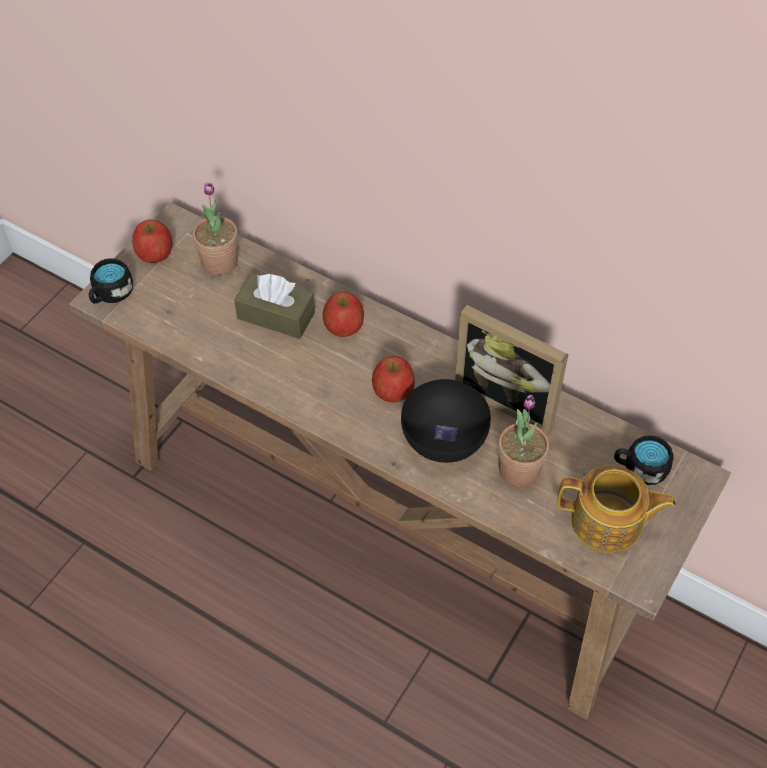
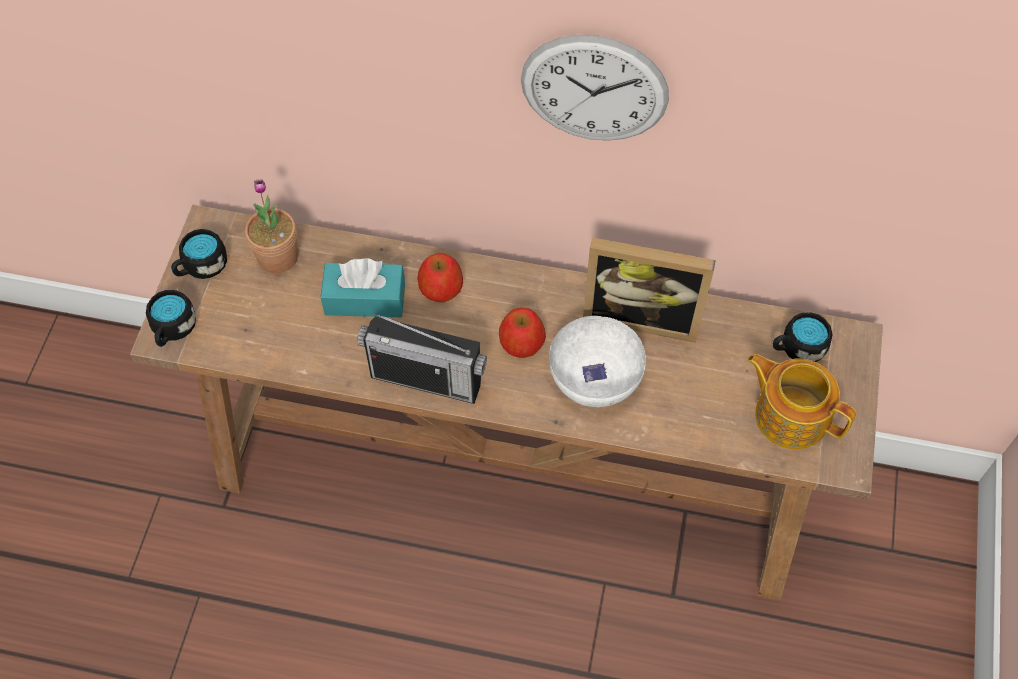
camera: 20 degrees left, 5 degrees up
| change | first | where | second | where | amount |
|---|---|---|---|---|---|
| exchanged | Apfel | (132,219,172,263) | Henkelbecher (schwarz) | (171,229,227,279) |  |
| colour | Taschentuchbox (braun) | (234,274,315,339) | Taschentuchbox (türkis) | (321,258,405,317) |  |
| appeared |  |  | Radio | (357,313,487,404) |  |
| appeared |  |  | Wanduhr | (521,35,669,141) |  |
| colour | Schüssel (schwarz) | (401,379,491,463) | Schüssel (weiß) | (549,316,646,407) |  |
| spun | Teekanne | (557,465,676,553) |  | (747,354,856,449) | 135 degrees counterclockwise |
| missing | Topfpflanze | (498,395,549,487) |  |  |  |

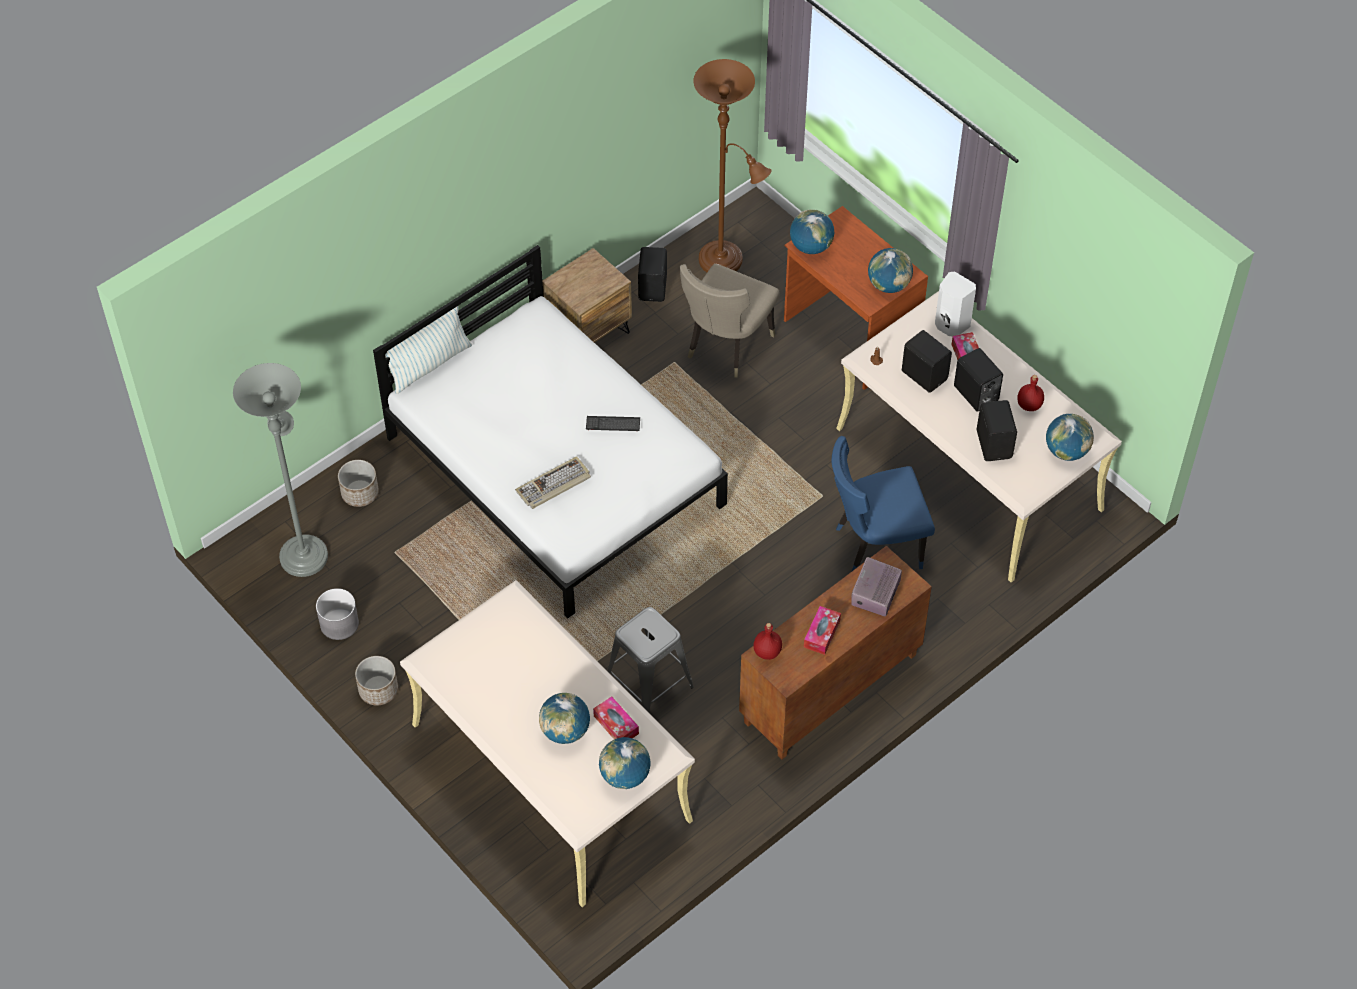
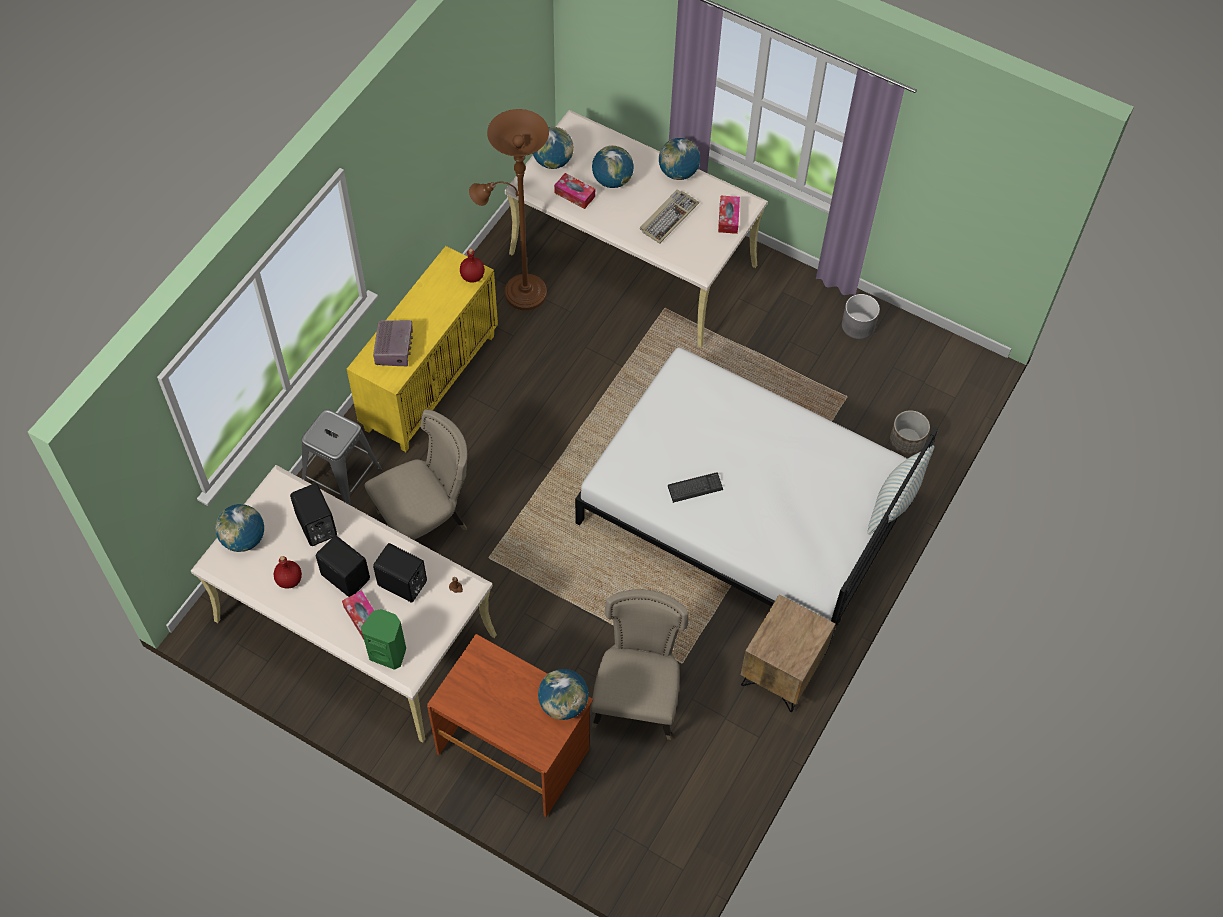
camera: 160 degrees right, 5 degrees up
| change | first | where | second | where | amount |
|---|---|---|---|---|---|
| relocated | Hocker (grau) | (608,607,694,713) |  | (301,409,382,505) |  |
| colour | Schrank (braun) | (739,546,932,759) | Schrank (gelb) | (347,246,498,452) |  |
| colour | Lautsprecher (weiß) | (935,272,976,336) | Lautsprecher (grün) | (361,609,406,670) |  |
| colour | Stuhl (blau) | (831,436,935,571) | Stuhl (beige) | (365,409,467,540) |  |
| relocated | Stehlampe (braun) | (693,59,772,272) |  | (469,109,549,310) |  |
| relocated | Tastatur | (515,456,591,509) |  | (640,190,699,244) |  |
| relocated | Globus | (868,248,913,293) |  | (659,138,700,180) |  |
| relocated | Taschentuchbox | (804,606,841,655) |  | (718,196,740,234) |  |
| missing | Stehlampe (grau) | (233,363,328,577) |  |  |  |
| missing | Pflanzkübel | (355,656,398,705) |  |  |  |
| missing | Lautsprecher (schwarz) | (638,247,667,302) |  |  |  |

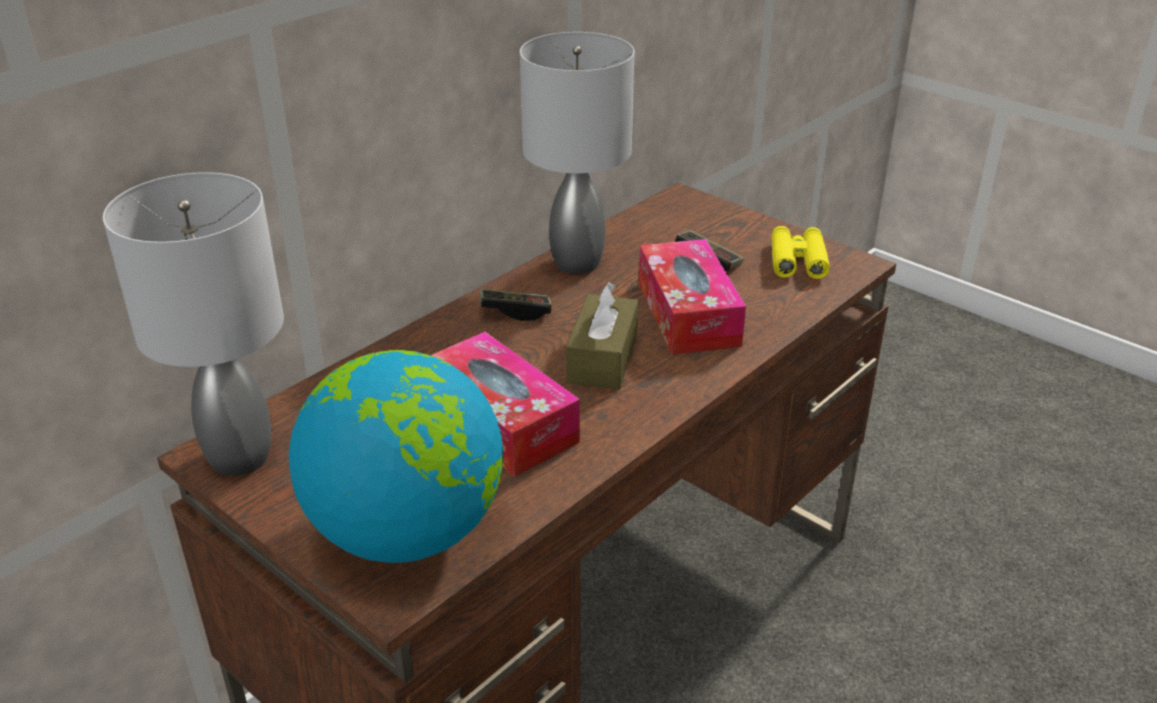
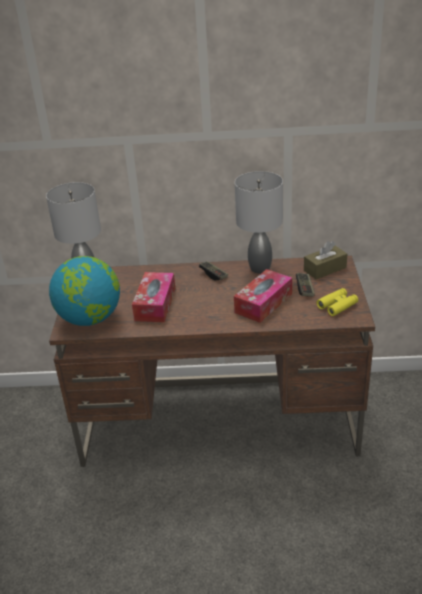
camera: 50 degrees right, 0 degrees up
| change | first | where | second | where | amount |
|---|---|---|---|---|---|
| relocated | Taschentuchbox (braun) | (566,282,638,390) |  | (304,241,347,279) |  |

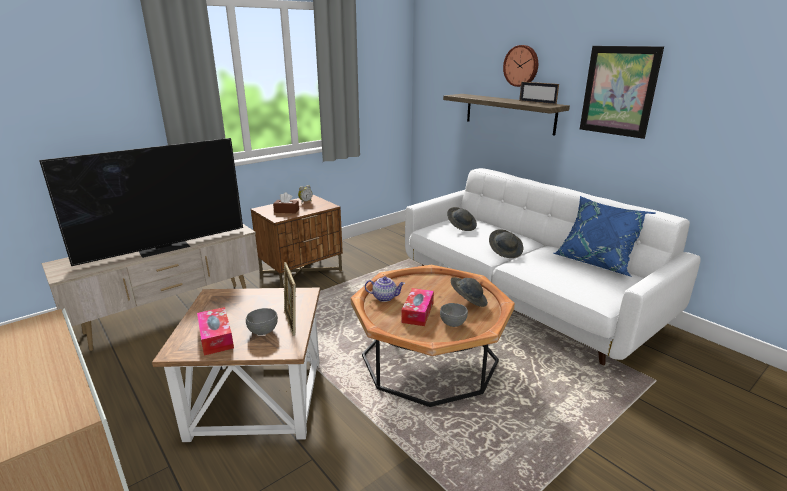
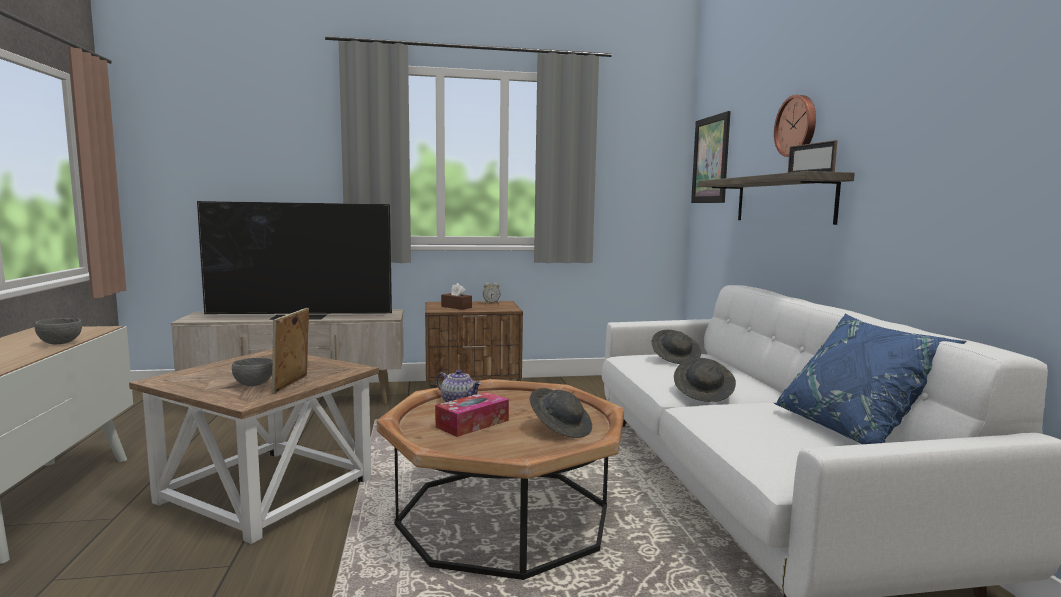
camera: 30 degrees right, 15 degrees down
| change | first | where | second | where | amount |
|---|---|---|---|---|---|
| relocated | Schüssel (grau) | (440,303,468,327) |  | (35,318,82,344) |  |
| relocated | Bild | (580,46,664,139) |  | (691,111,731,203) |  |
| missing | Taschentuchbox | (197,307,234,356) |  |  |  |

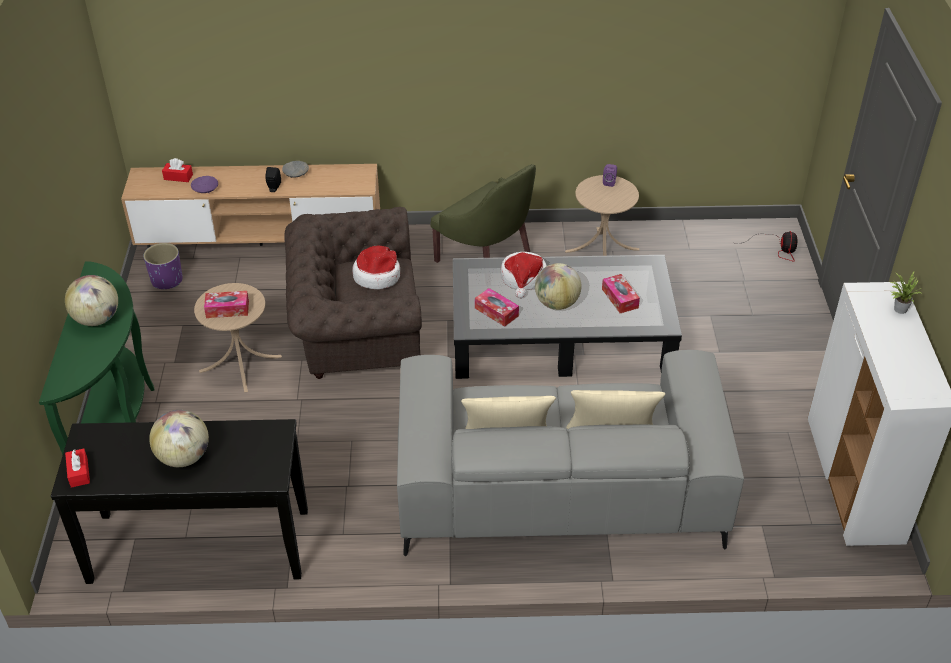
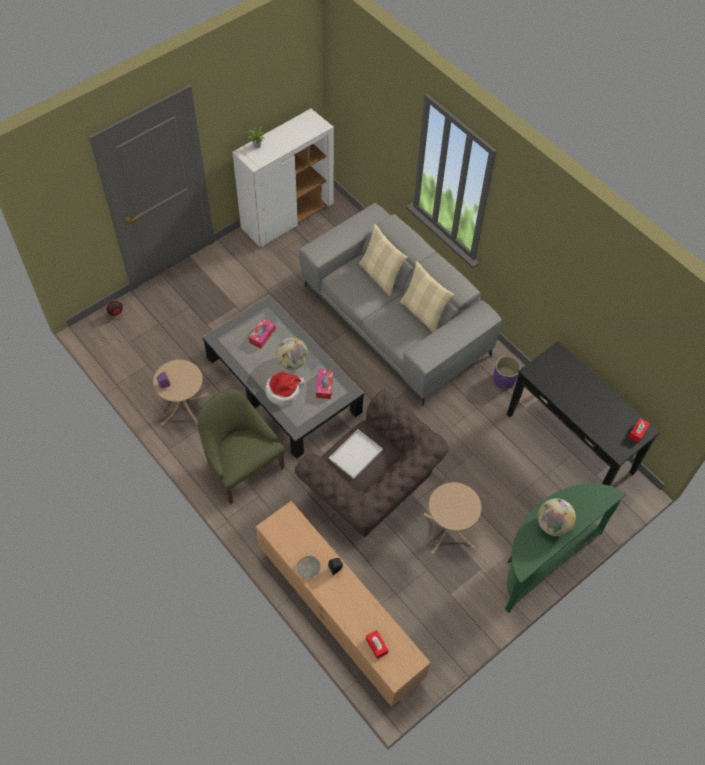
camera: 130 degrees left, 15 degrees up
| change | first | where | second | where | amount |
|---|---|---|---|---|---|
| spun | Sessel (grün) | (430,164,536,263) |  | (197,389,285,505) | 45 degrees counterclockwise |
| exchanged | Hut | (352,246,400,289) | Tablett (weiß) | (329,430,383,479) |  |
| relocated | Pflanzkübel (lila) | (143,243,183,289) |  | (493,356,521,389) |  |
| missing | Globus | (149,410,209,467) |  |  |  |
| missing | Schüssel (lila) | (191,176,218,193) |  |  |  |
| missing | Taschentuchbox | (204,291,249,318) |  |  |  |

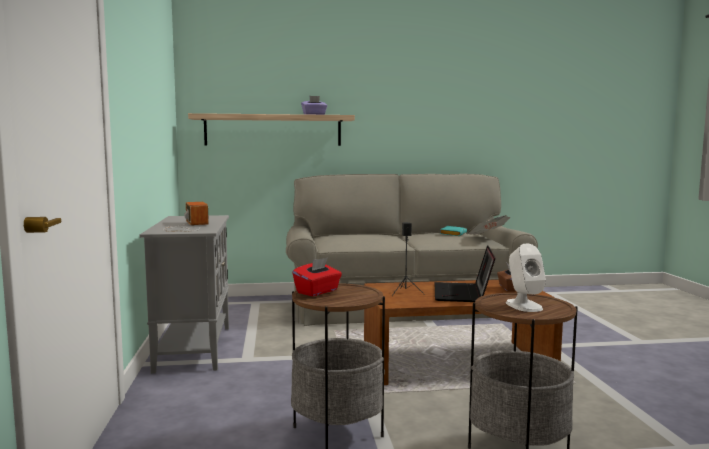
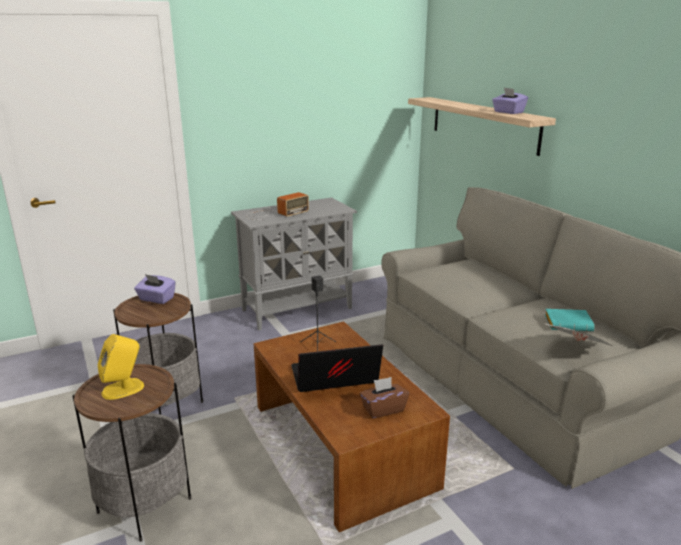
camera: 70 degrees right, 15 degrees up
| change | first | where | second | where | amount |
|---|---|---|---|---|---|
| colour | Lautsprecher (weiß) | (506,243,546,312) | Lautsprecher (gelb) | (98,334,144,400) |  |
| colour | Taschentuchbox (rot) | (292,257,342,296) | Taschentuchbox (lila) | (134,274,176,304) |  |

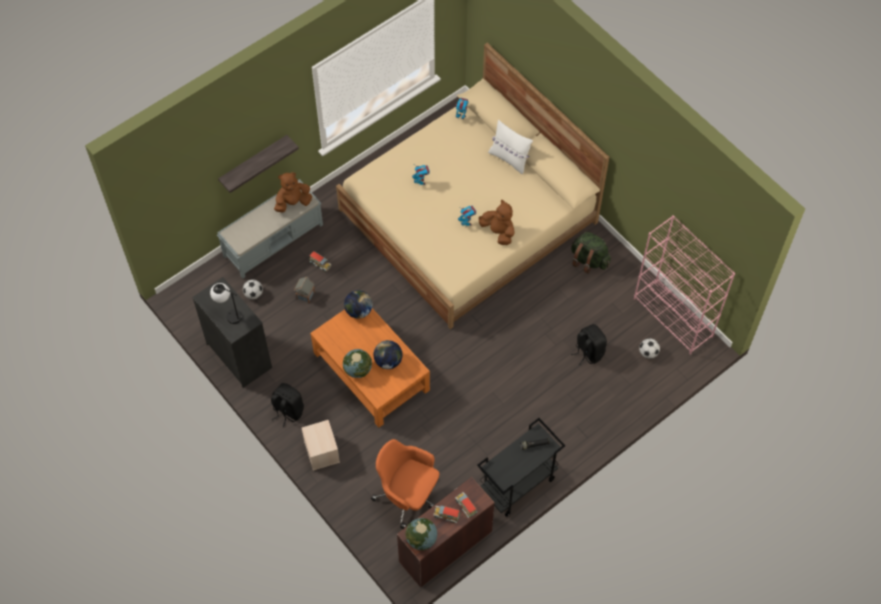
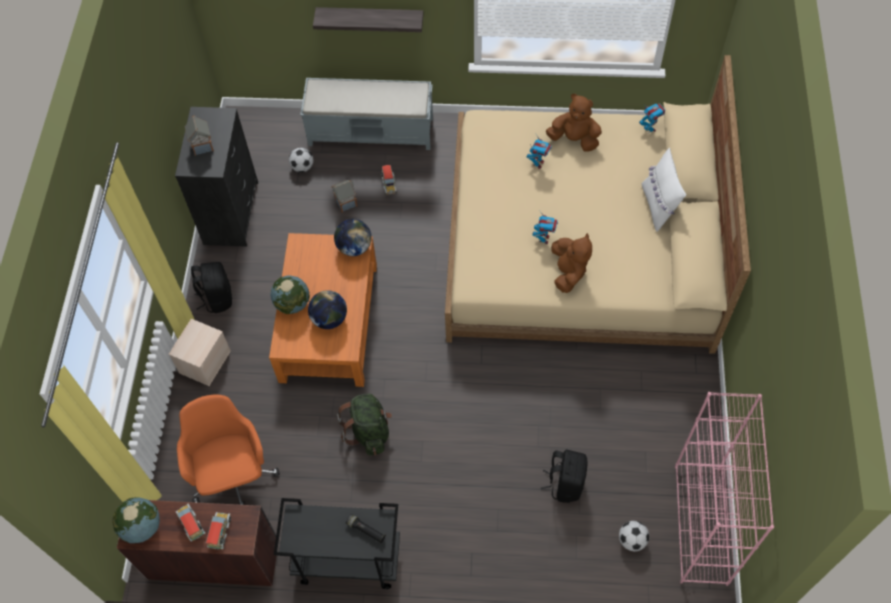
camera: 45 degrees right, 0 degrees up
| change | first | where | second | where | amount |
|---|---|---|---|---|---|
| exchanged | Tischlampe | (210,283,242,324) | Spielzeughaus | (185,115,214,156) |  |
| relocated | Rucksack (grün) | (571,232,611,274) |  | (337,393,392,456) |  |
| relocated | Plüschtier (braun) | (274,172,312,213) |  | (546,94,602,152) |  |

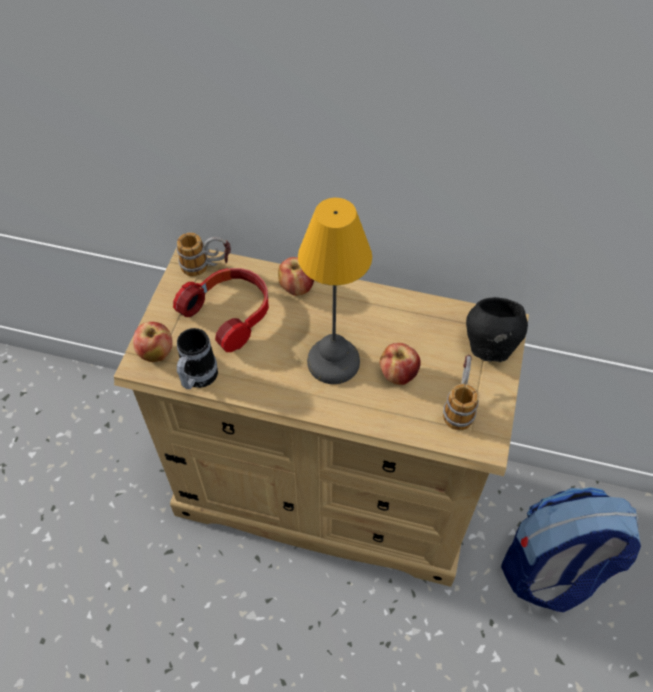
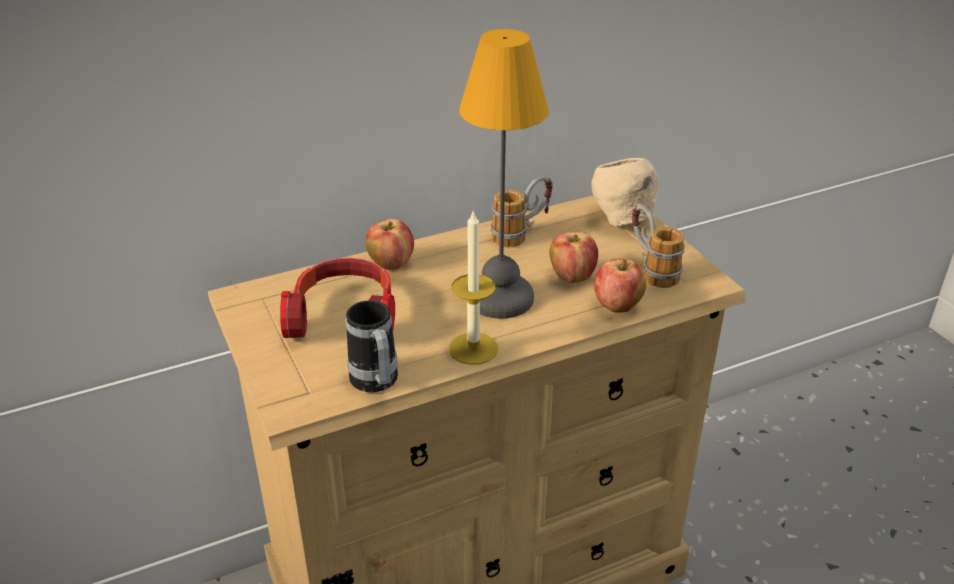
camera: 40 degrees left, 20 degrees down
| change | first | where | second | where | amount |
|---|---|---|---|---|---|
| appeared |  |  | Kerze | (449,209,498,365) |  |
| relocated | Henkelbecher | (177,232,231,277) |  | (491,176,553,247) |  |
| colour | Schüssel (schwarz) | (466,297,528,362) | Schüssel (beige) | (591,158,659,228) |  |
| relocated | Apfel | (133,322,173,362) |  | (594,258,646,313) |  |
| missing | Rucksack | (501,487,641,612) |  |  |  |

